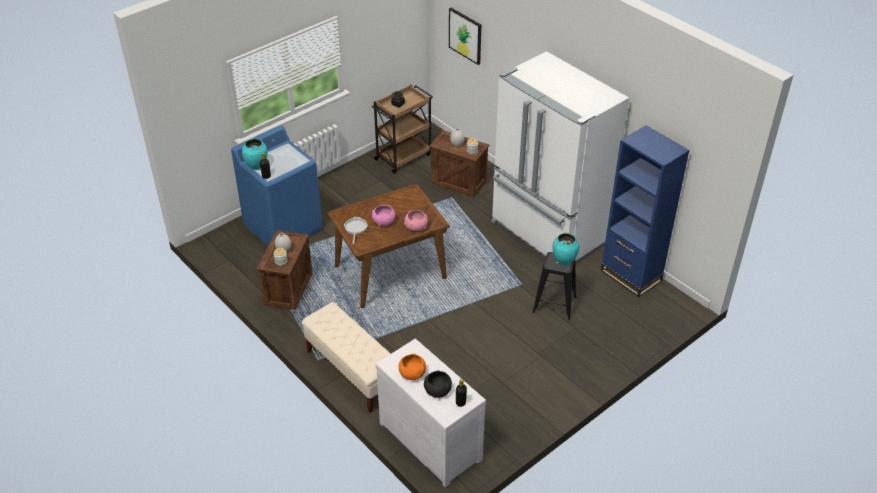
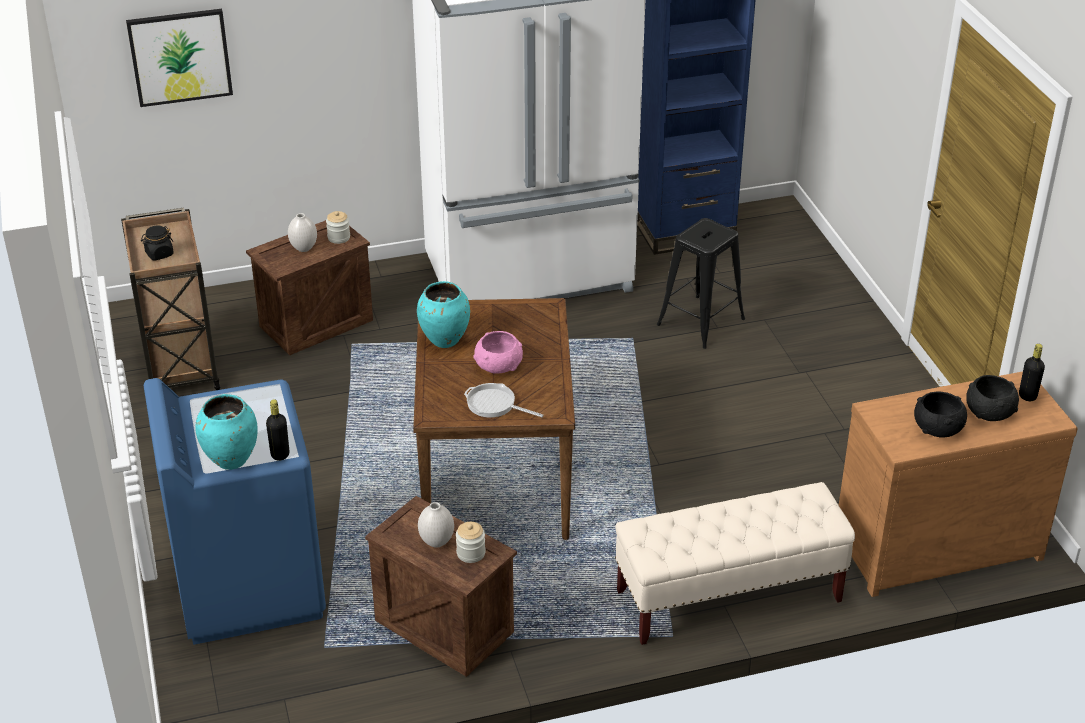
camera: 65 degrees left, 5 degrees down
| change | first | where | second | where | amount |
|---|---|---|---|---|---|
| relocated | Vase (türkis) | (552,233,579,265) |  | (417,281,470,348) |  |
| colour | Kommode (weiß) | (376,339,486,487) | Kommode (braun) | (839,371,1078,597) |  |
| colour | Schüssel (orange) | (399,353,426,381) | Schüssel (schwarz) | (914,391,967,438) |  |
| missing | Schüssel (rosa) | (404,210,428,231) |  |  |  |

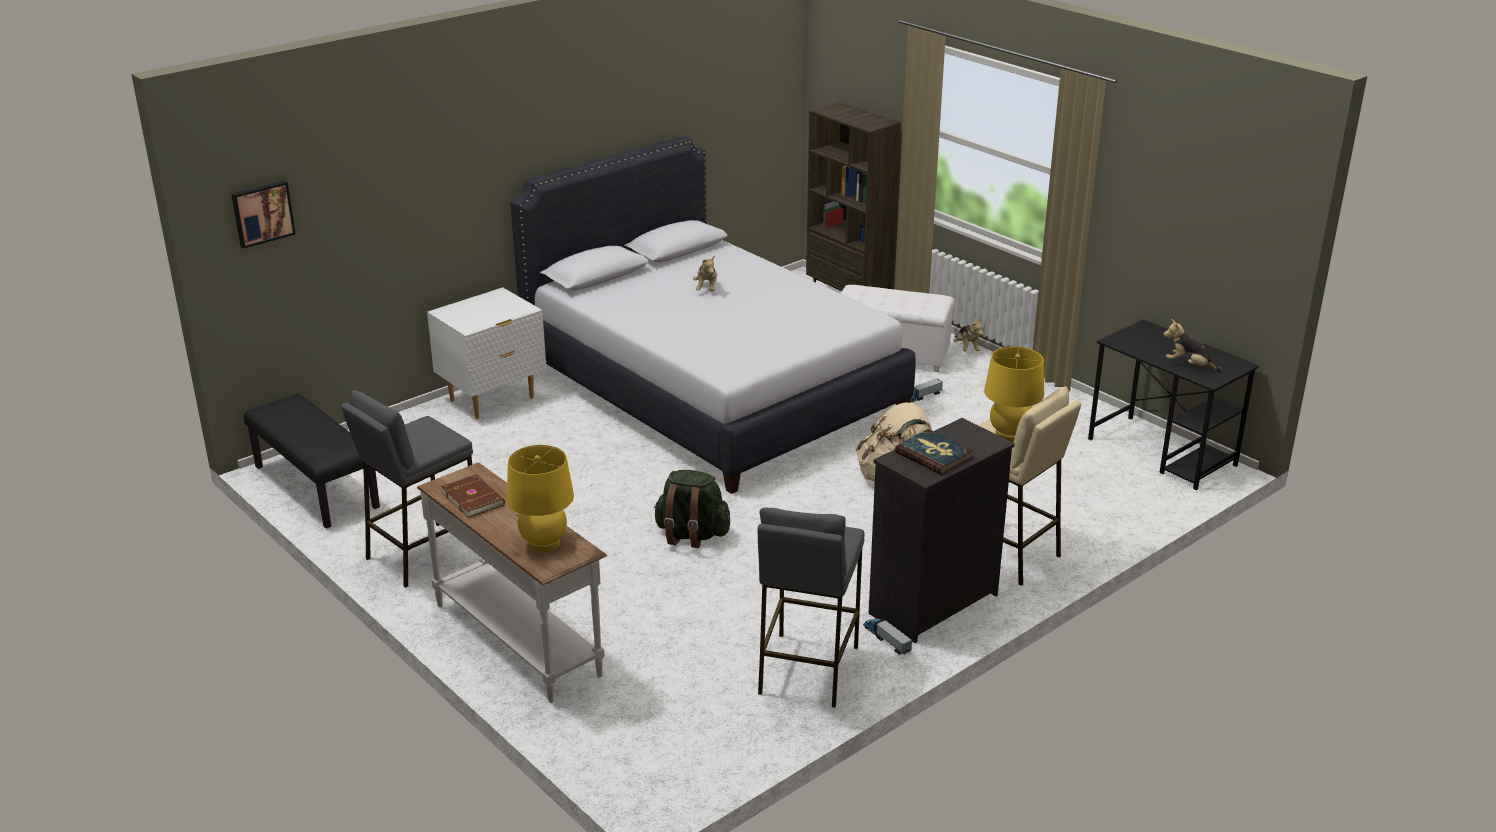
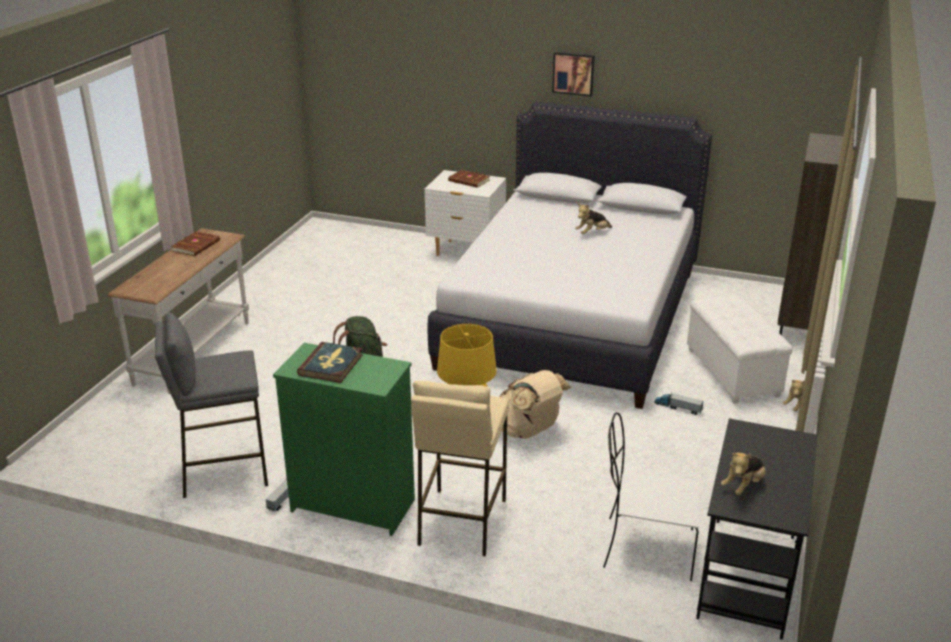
camera: 60 degrees right, 0 degrees up
| change | first | where | second | where | amount |
|---|---|---|---|---|---|
| colour | Kommode (schwarz) | (869,418,1015,643) | Kommode (grün) | (273,343,415,536) |  |
| appeared |  |  | Buch (braun) | (448,170,490,188) |  |
| relocated | Bild | (231,180,296,249) |  | (552,52,595,96) |  |
| appeared |  |  | Stuhl (weiß) | (603,412,699,581) |  |
| spun | Plüschtier | (1163,319,1223,373) |  | (721,453,766,495) | 135 degrees counterclockwise |
| missing | Bank (schwarz) | (244,394,380,529) |  |  |  |
| missing | Hocker (grau) | (341,390,473,588) |  |  |  |
| missing | Tischlampe (gelb) | (507,445,574,553) |  |  |  |

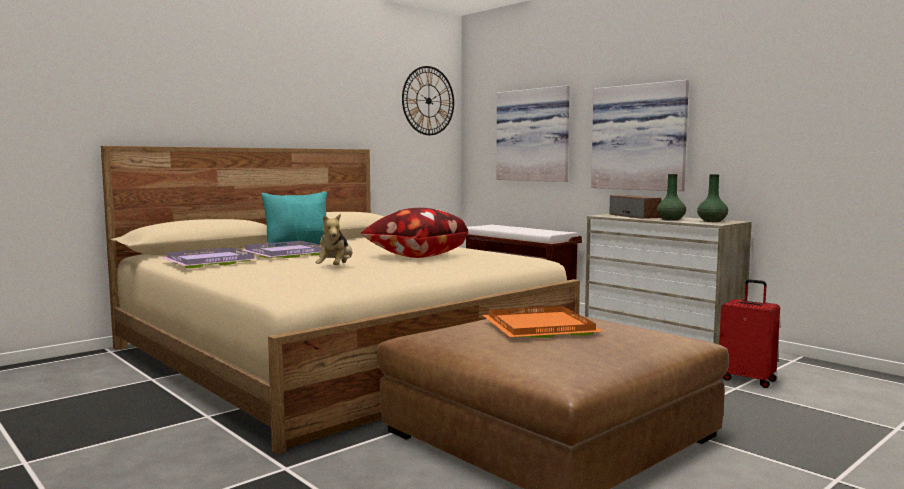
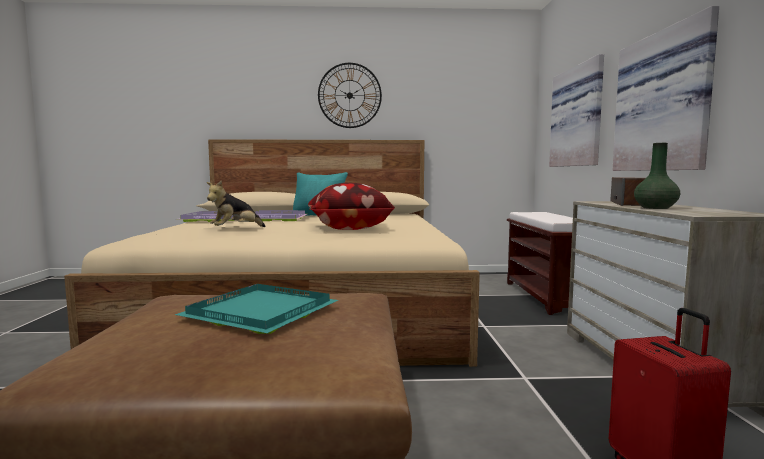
camera: 40 degrees right, 0 degrees up
| change | first | where | second | where | amount |
|---|---|---|---|---|---|
| colour | Tablett (orange) | (483,306,603,338) | Tablett (türkis) | (175,284,338,334) |  |
| relocated | Wanduhr | (402,66,454,135) |  | (318,63,382,128) |  |
| missing | Vase (grün) | (697,174,728,222) |  |  |  |

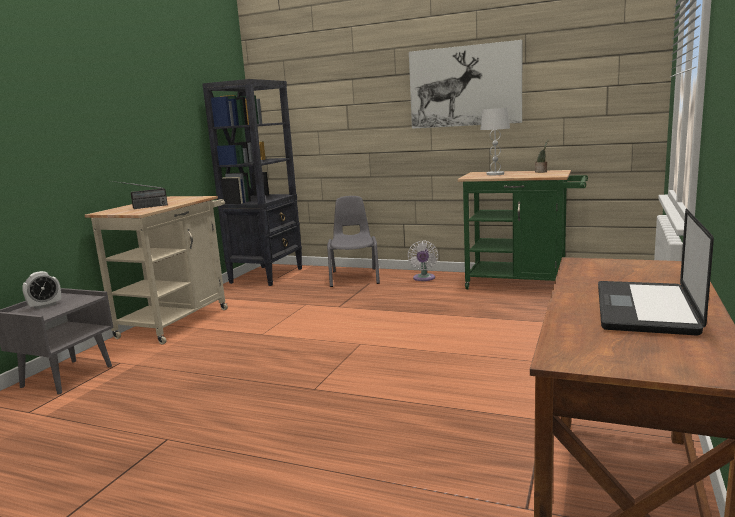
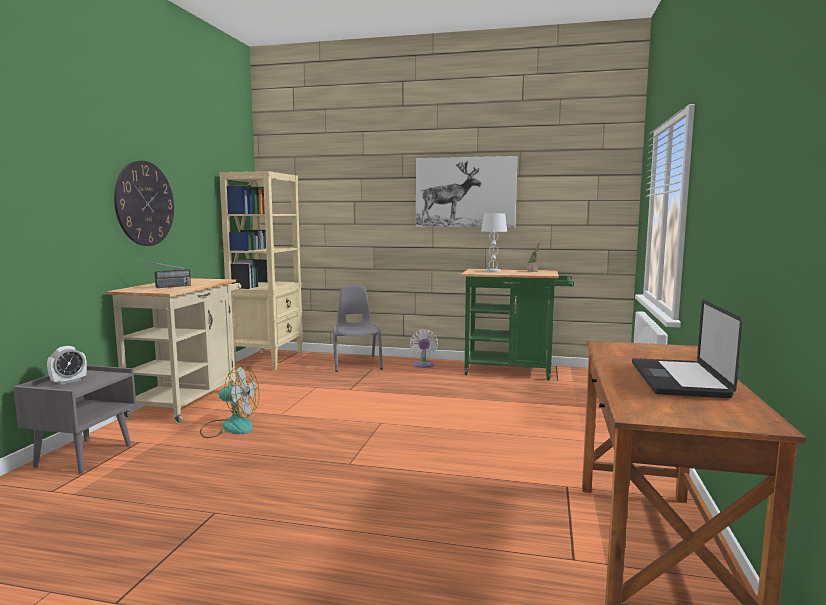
camera: 10 degrees left, 5 degrees down
| change | first | where | second | where | amount |
|---|---|---|---|---|---|
| appeared |  |  | Wanduhr | (114,161,174,246) |  |
| appeared |  |  | Ventilator | (200,366,260,438) |  |
| colour | Bücherregal (schwarz) | (202,79,302,286) | Bücherregal (beige) | (219,171,303,370) |  |

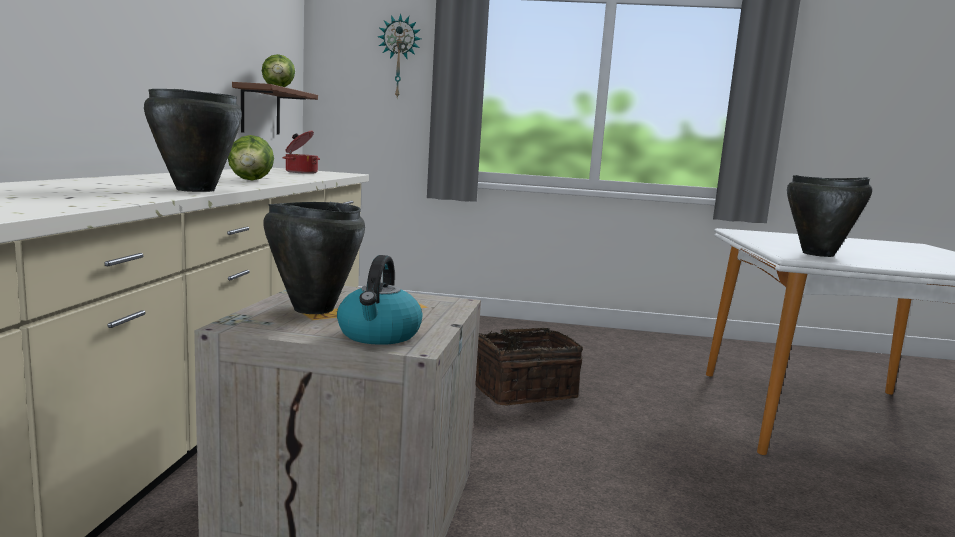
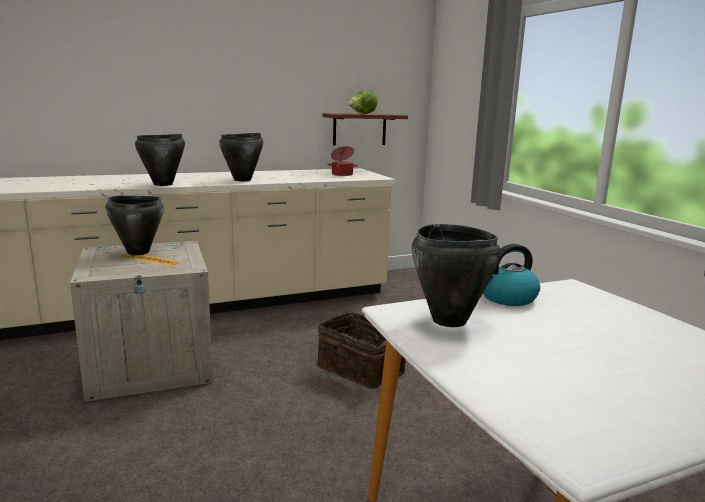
camera: 60 degrees right, 5 degrees up
| change | first | where | second | where | amount |
|---|---|---|---|---|---|
| exchanged | Salatkopf | (228,135,274,180) | Kochtopf (schwarz) | (219,133,263,181) |  |
| relocated | Wasserkessel | (337,255,422,345) |  | (483,244,540,306) |  |
| missing | Wanduhr | (378,14,421,98) |  |  |  |

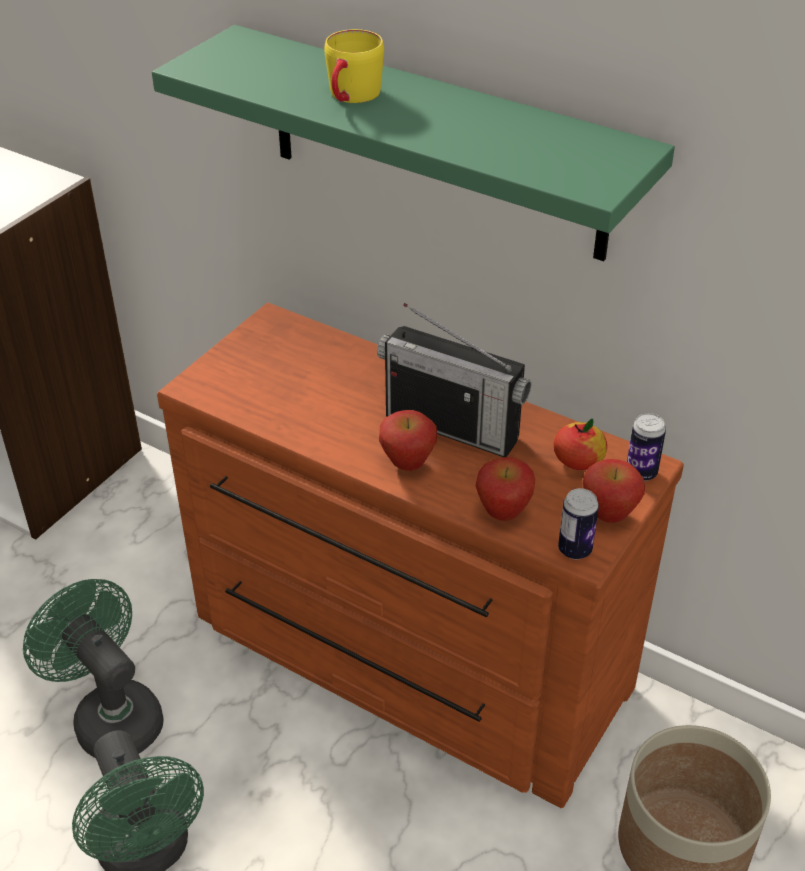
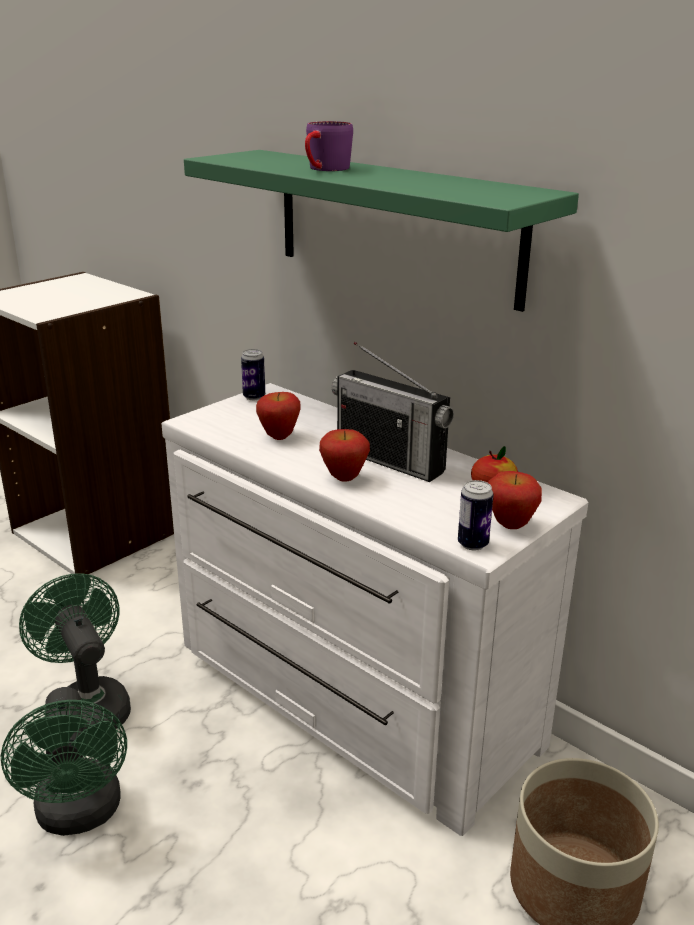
camera: 10 degrees right, 15 degrees down
| change | first | where | second | where | amount |
|---|---|---|---|---|---|
| colour | Kommode (braun) | (157,303,684,808) | Kommode (weiß) | (162,383,588,836) |  |
| relocated | Dose | (627,413,666,481) |  | (241,349,265,400) |  |
| relocated | Apfel | (476,457,535,521) |  | (256,392,300,440) |  |
| colour | Henkelbecher (gelb) | (324,29,384,103) | Henkelbecher (lila) | (305,121,353,171) |  |

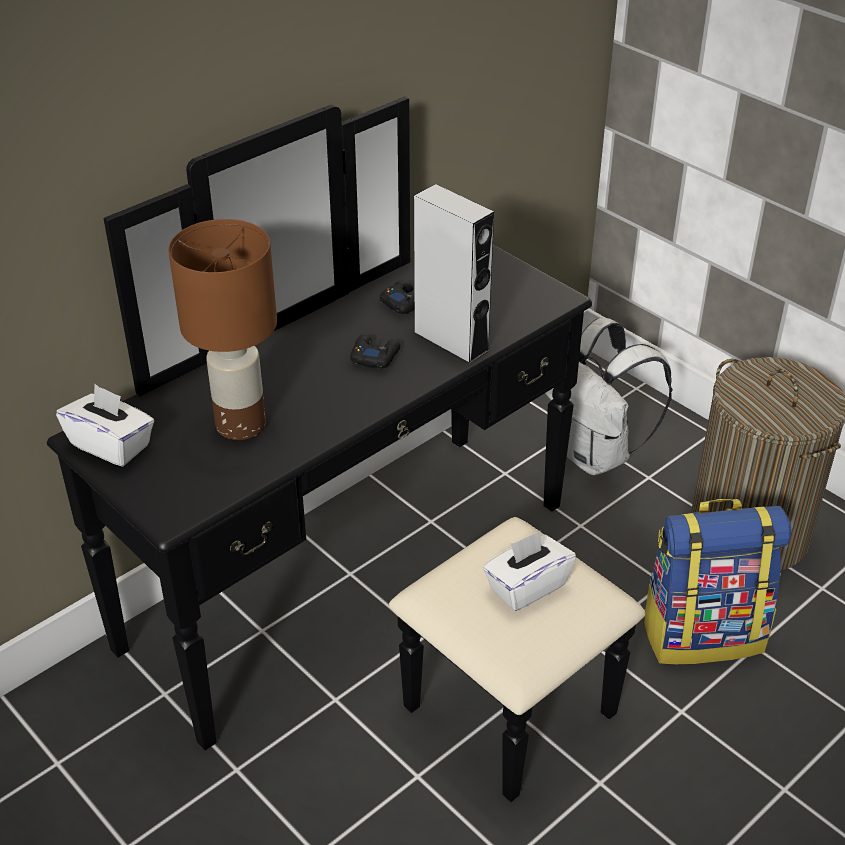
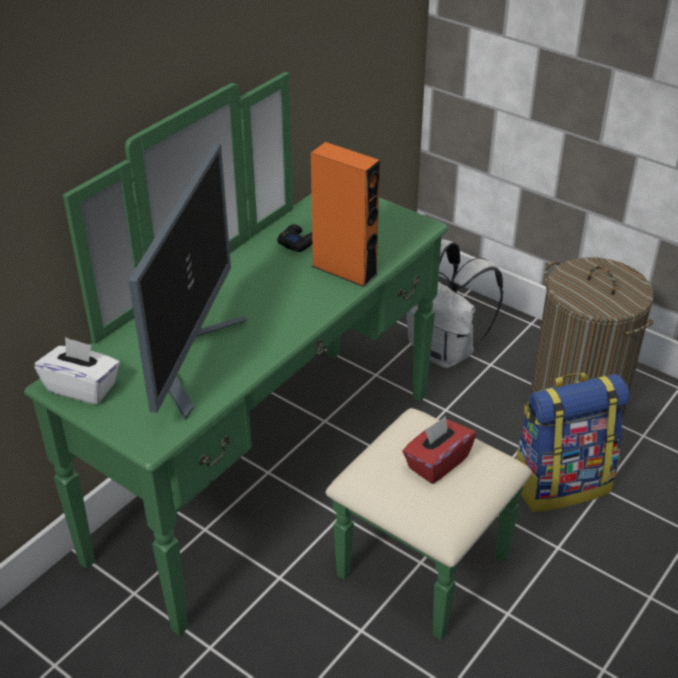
camera: 10 degrees left, 0 degrees up
| change | first | where | second | where | amount |
|---|---|---|---|---|---|
| colour | Kommode (schwarz) | (47,96,646,802) | Kommode (grün) | (24,72,532,640) |  |
| exchanged | Tischlampe (braun) | (168,219,277,440) | Monitor | (129,144,247,420) |  |
| colour | Lautsprecher (grau) | (413,184,494,364) | Lautsprecher (orange) | (311,142,380,287) |  |
| colour | Taschentuchbox (weiß) | (483,531,576,611) | Taschentuchbox (rot) | (402,416,476,484) |  |
| missing | Gamepad (schwarz) | (350,335,401,368) |  |  |  |

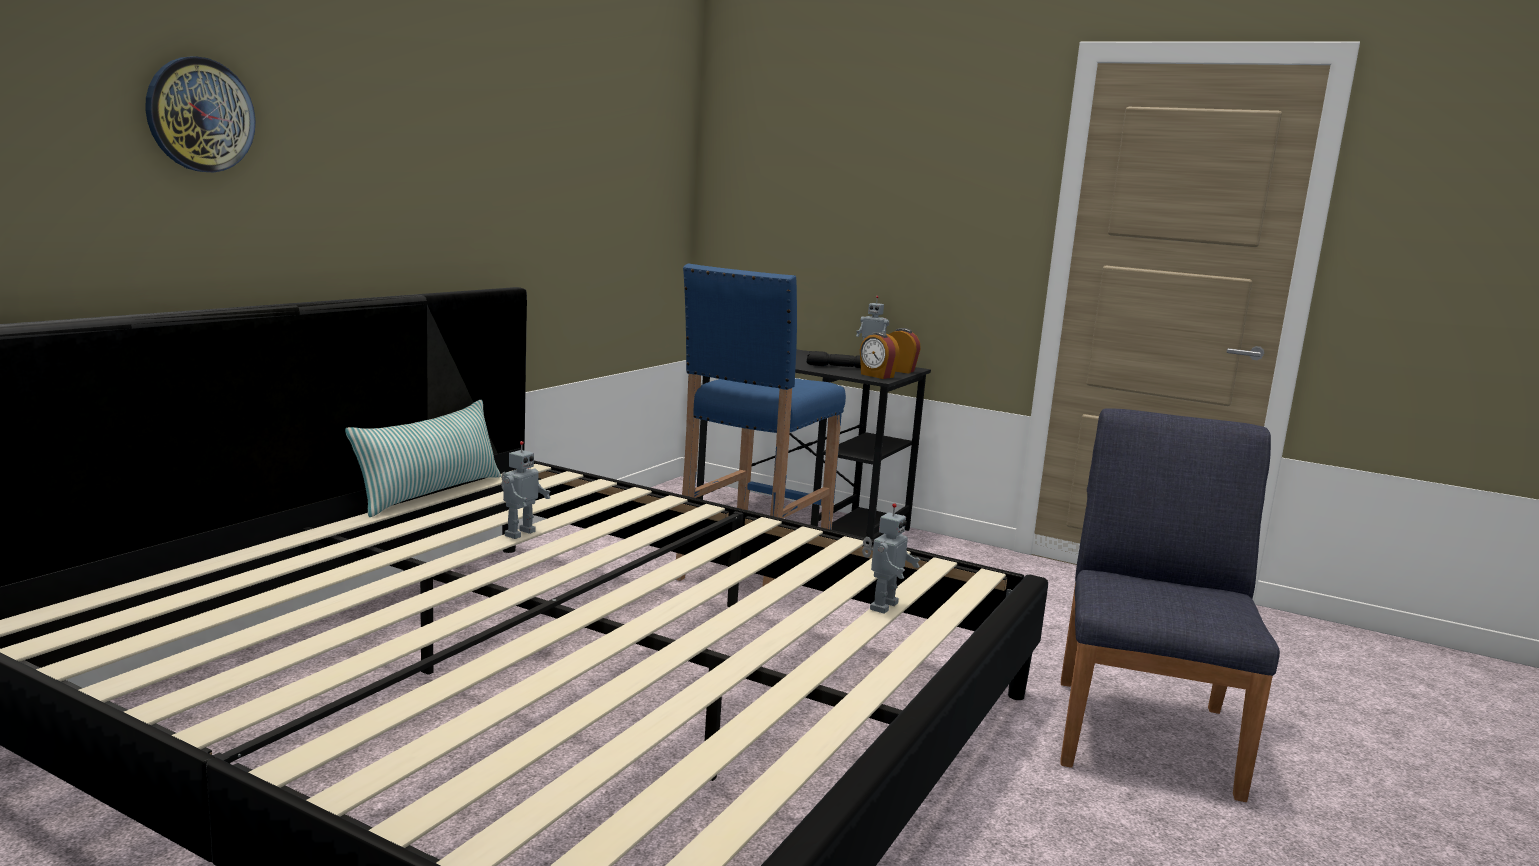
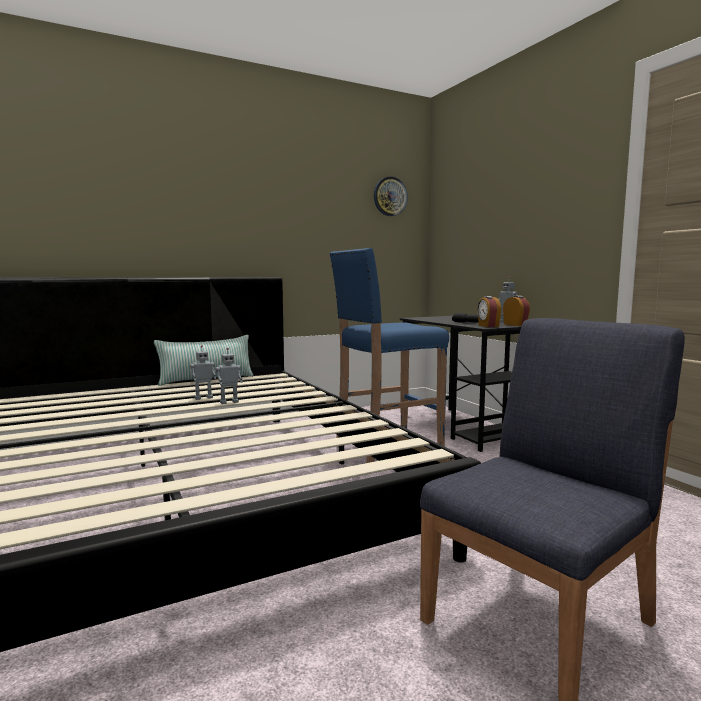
camera: 35 degrees right, 5 degrees down
| change | first | where | second | where | amount |
|---|---|---|---|---|---|
| relocated | Spielzeugroboter | (862,503,920,614) |  | (216,348,243,404) |  |
| relocated | Wanduhr | (145,56,256,172) |  | (374,176,408,216) |  |

